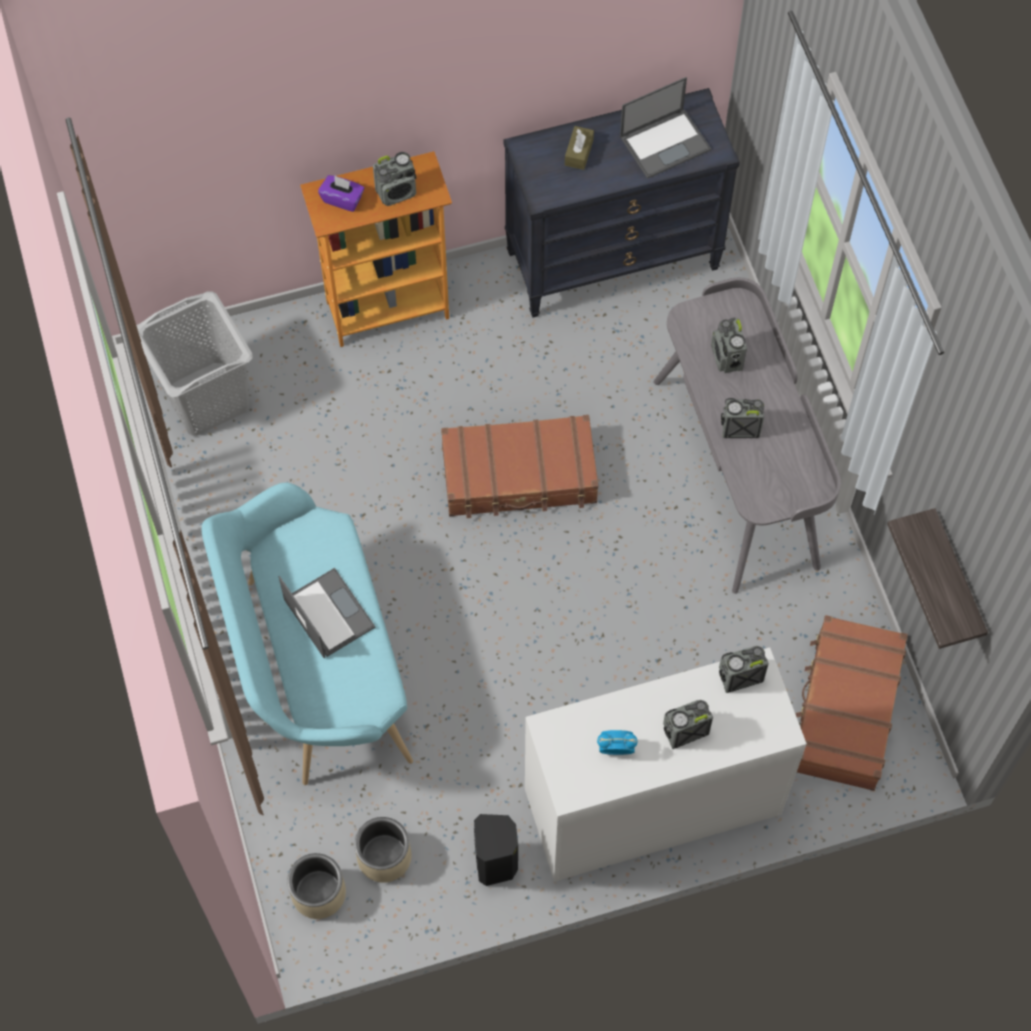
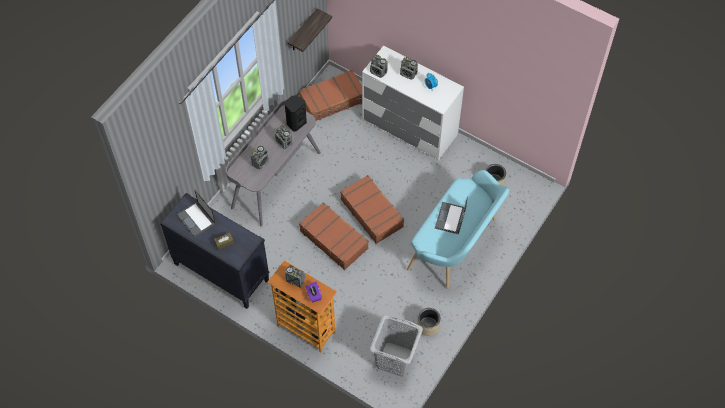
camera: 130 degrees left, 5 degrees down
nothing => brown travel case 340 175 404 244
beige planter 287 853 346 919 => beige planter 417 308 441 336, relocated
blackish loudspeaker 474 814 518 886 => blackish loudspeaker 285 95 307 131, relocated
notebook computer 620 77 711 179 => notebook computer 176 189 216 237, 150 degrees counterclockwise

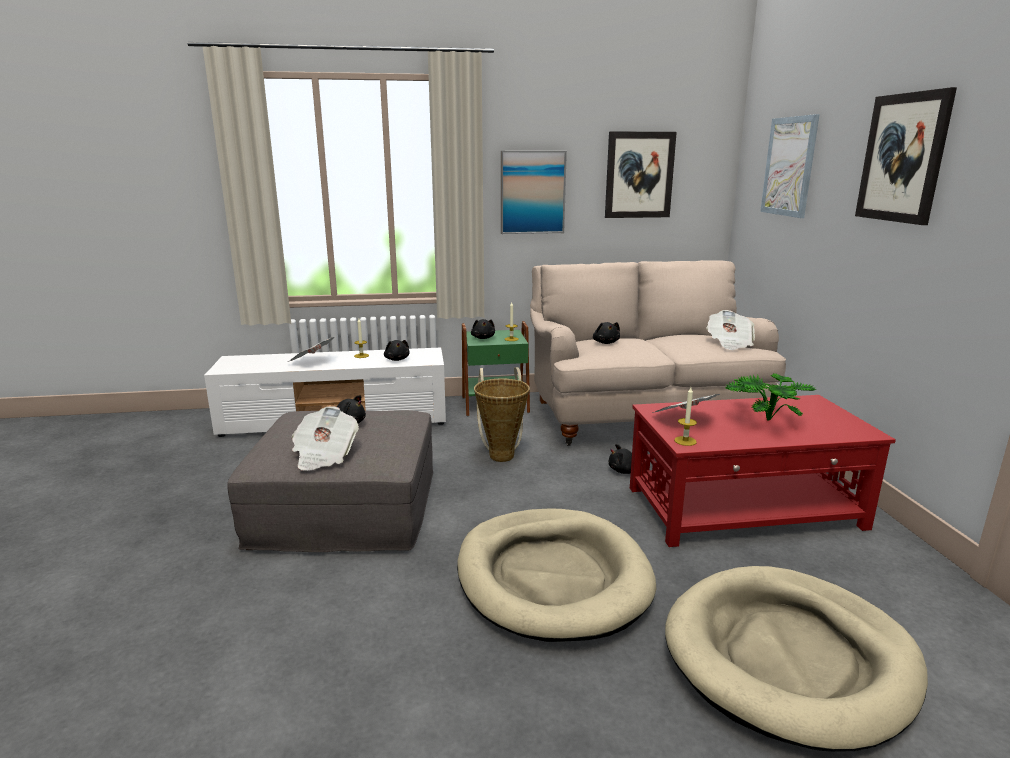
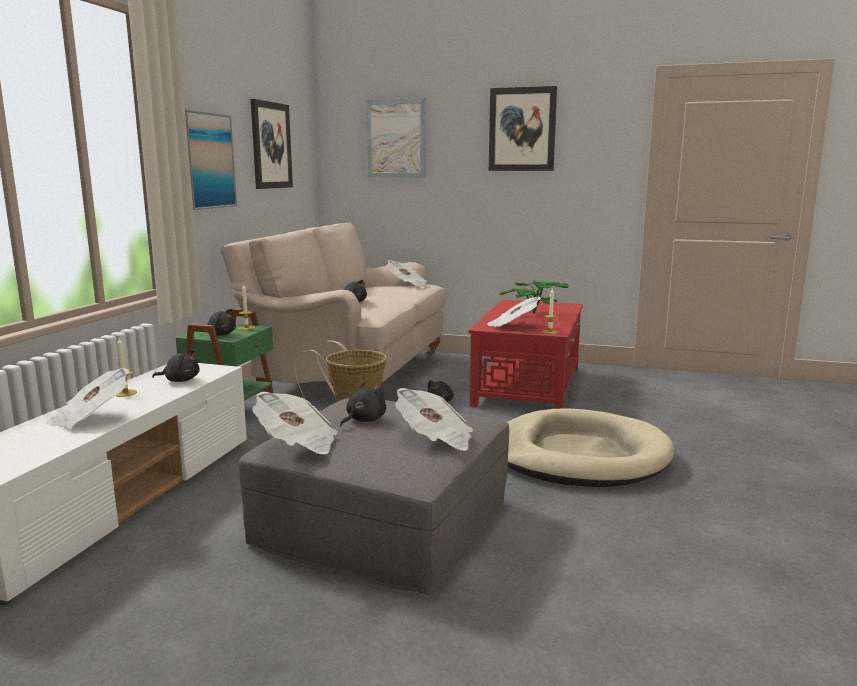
camera: 65 degrees left, 5 degrees down
beige pet bed 665 566 928 752 => nothing
nothing => printed paper 252 392 338 454

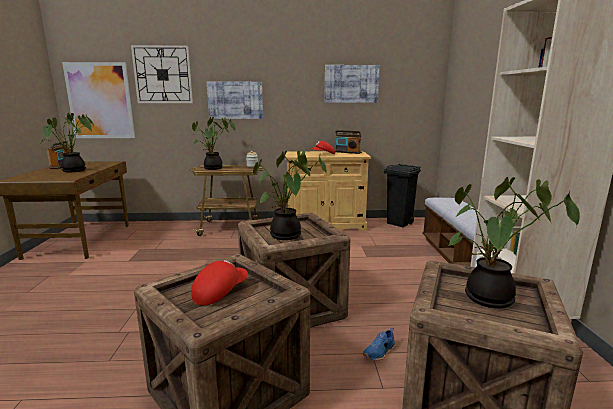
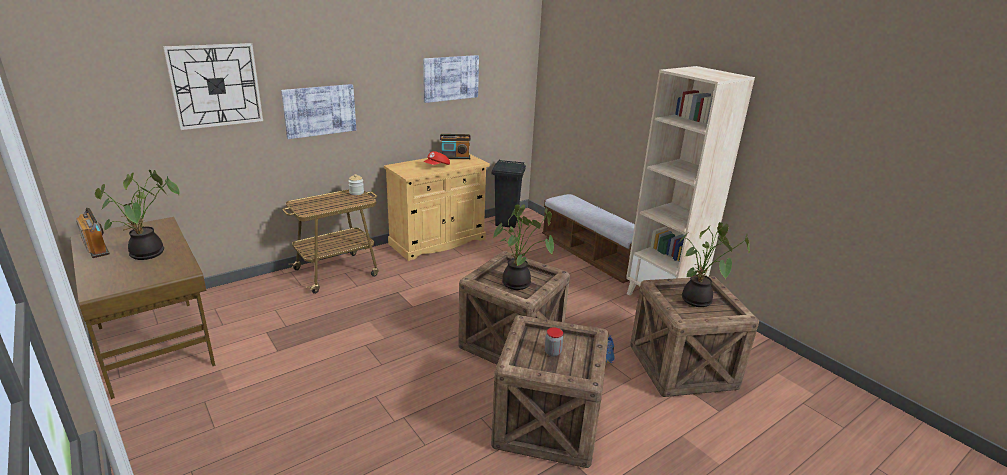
camera: 35 degrees left, 10 degrees up
wall art 62 62 135 138 => nothing
houseplant 192 117 236 170 => nothing
red-coloured baseball cap 191 260 248 306 => preserve jar 545 327 563 356

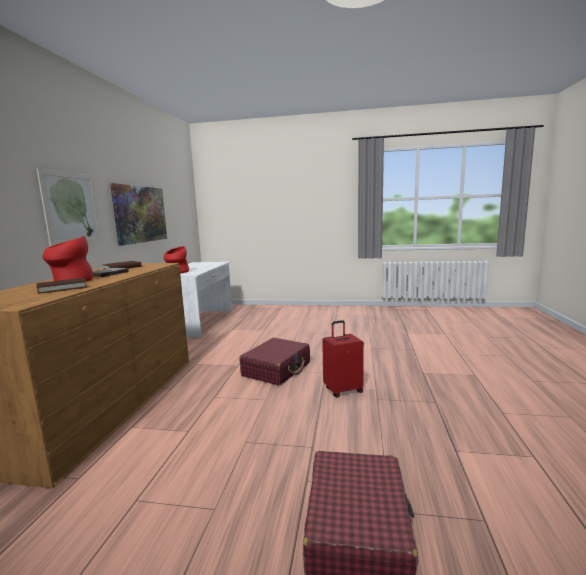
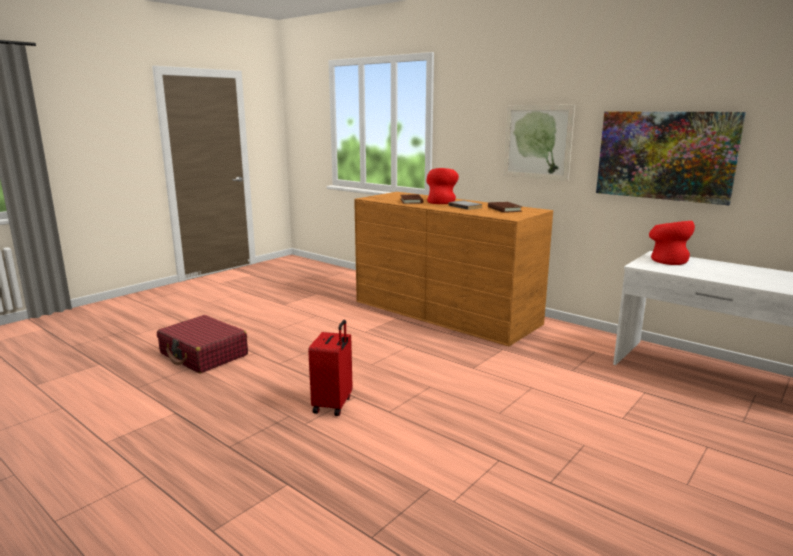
camera: 120 degrees right, 5 degrees up
red-coloured travel case 240 338 310 386 => nothing

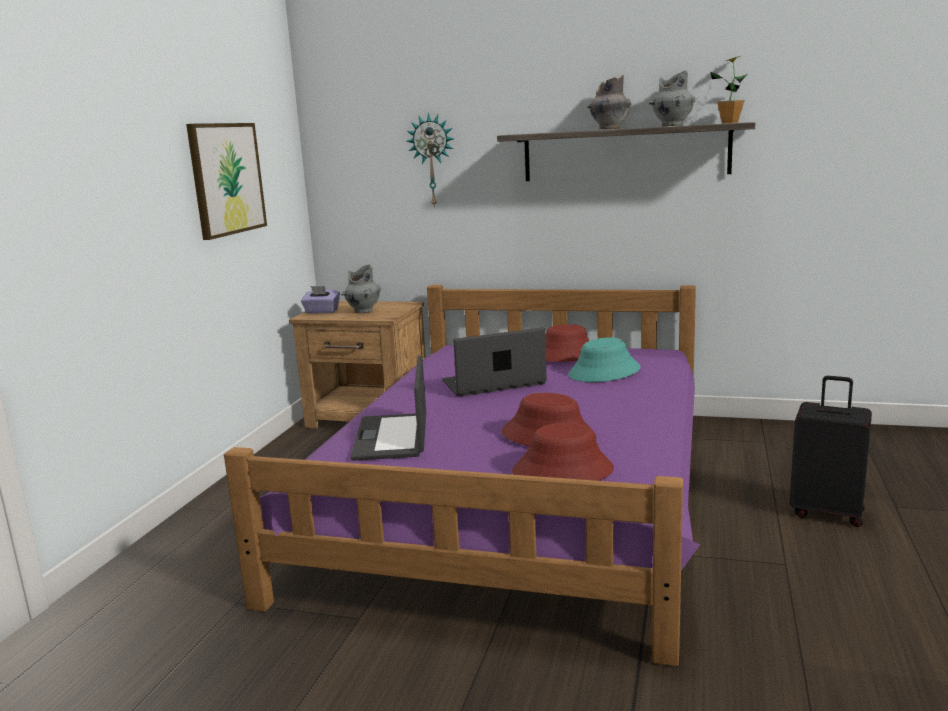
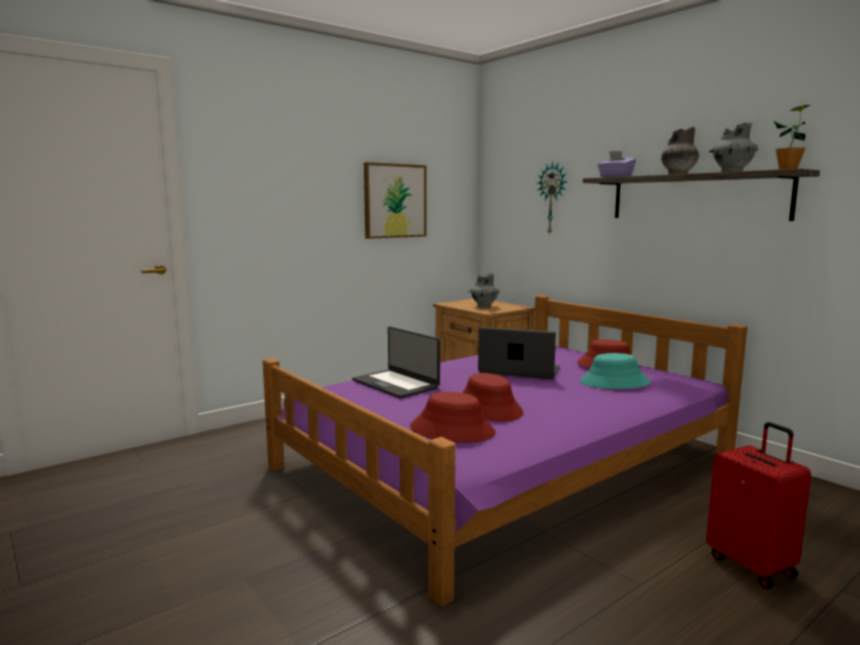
camera: 35 degrees right, 5 degrees down
purplish tissue holder 301 286 340 314 => purplish tissue holder 598 150 636 177, relocated
blackish travel case 790 376 872 527 => red-coloured travel case 706 422 811 589
notebook computer 350 355 426 461 => notebook computer 352 326 440 399, 75 degrees counterclockwise

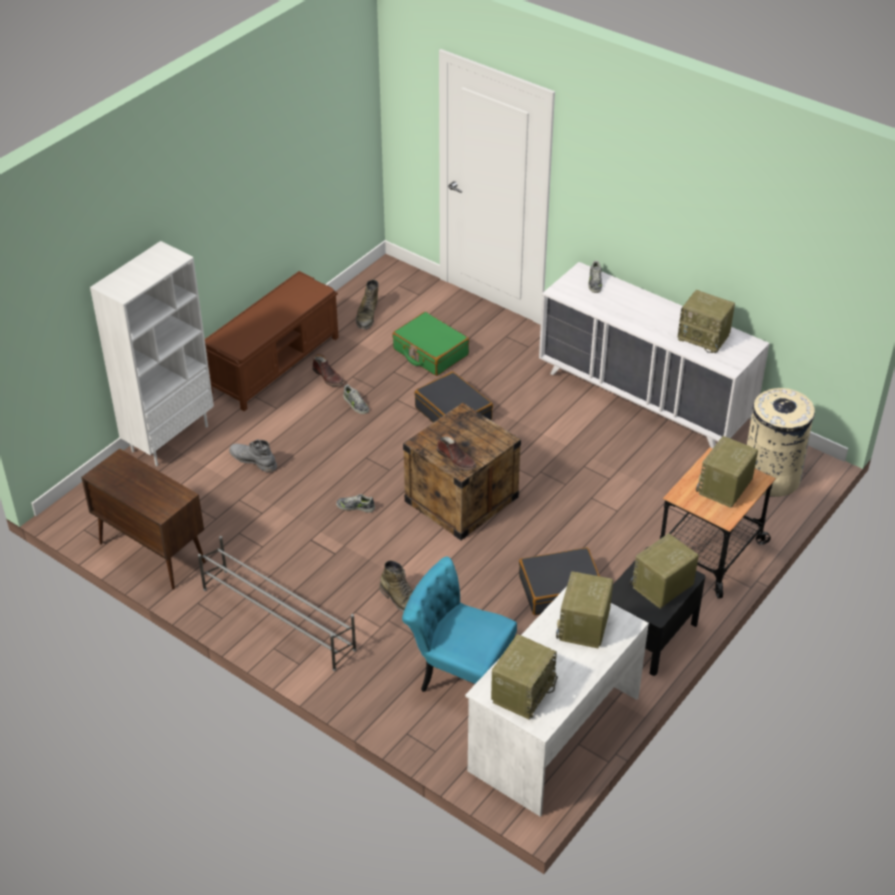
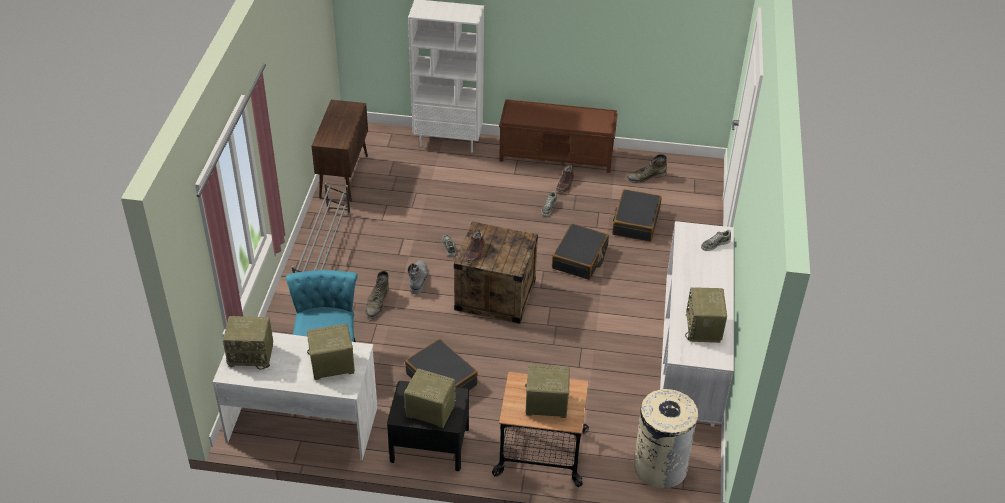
camera: 60 degrees right, 0 degrees up
grey tall boot 229 439 277 472 => grey tall boot 408 260 429 294, relocated
green-coloured travel case 392 312 469 376 => blackish travel case 612 189 662 242

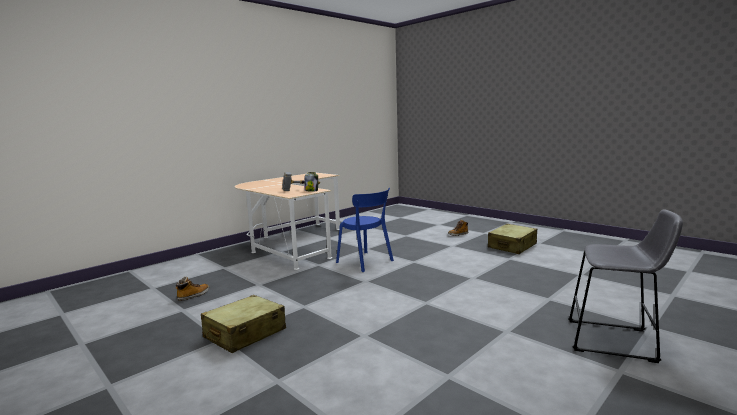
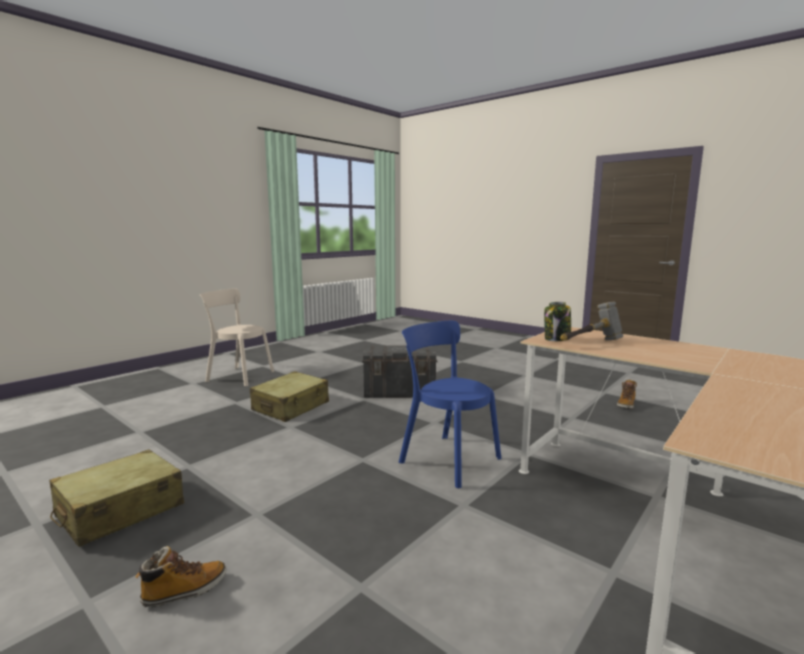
camera: 175 degrees right, 0 degrees up
nothing => grey storage container 362 345 438 398
beige travel case 201 295 286 353 => beige travel case 250 371 329 422, relocated
grey sitting stool 568 209 683 363 => beige upright chair 200 288 274 386

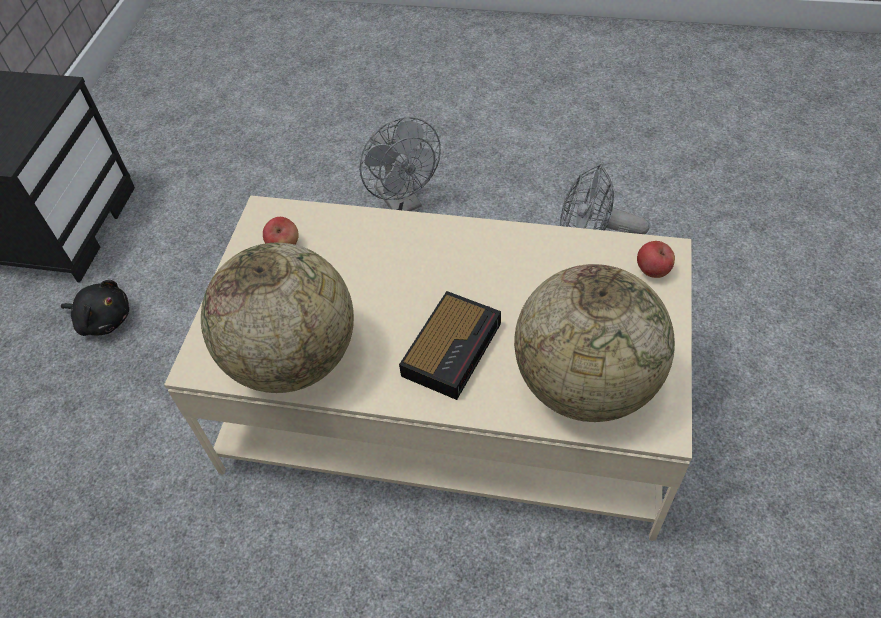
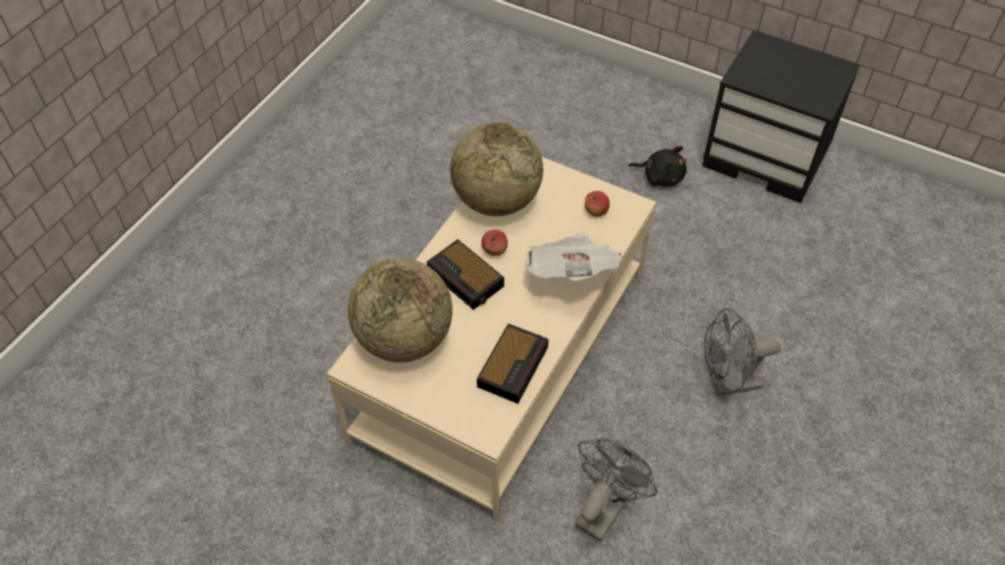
camera: 105 degrees right, 0 degrees up
nothing => table clock 477 323 549 404
nothing => printed paper 525 233 622 281
apple fruit 637 241 675 278 => apple fruit 481 230 508 256, relocated
blackish plush toy 61 280 129 336 => blackish plush toy 628 146 687 187, 105 degrees counterclockwise

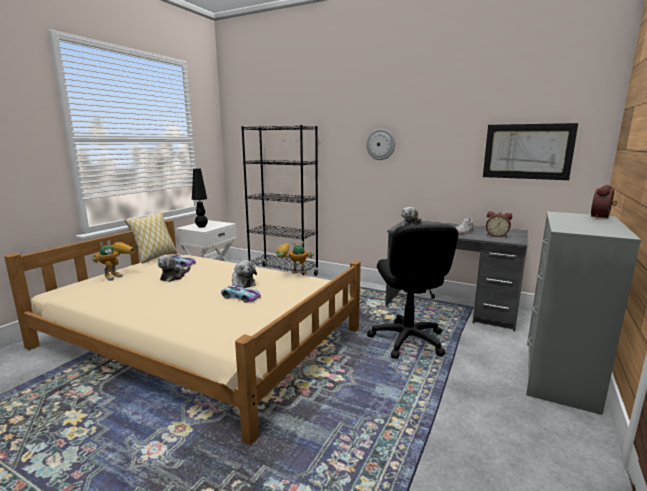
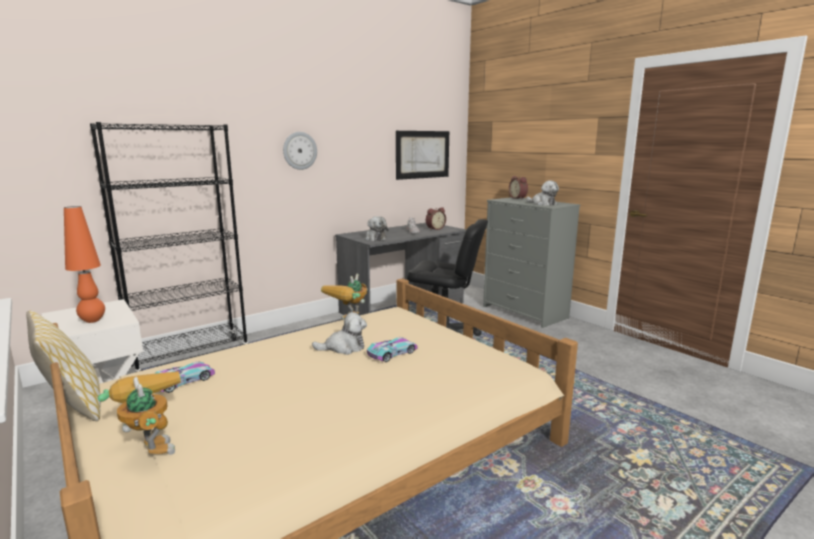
camera: 65 degrees left, 0 degrees up
plush toy 158 255 190 282 => plush toy 526 180 559 206, relocated
blackish lamp for a table 192 168 208 228 => orangey lamp for a table 64 206 105 323

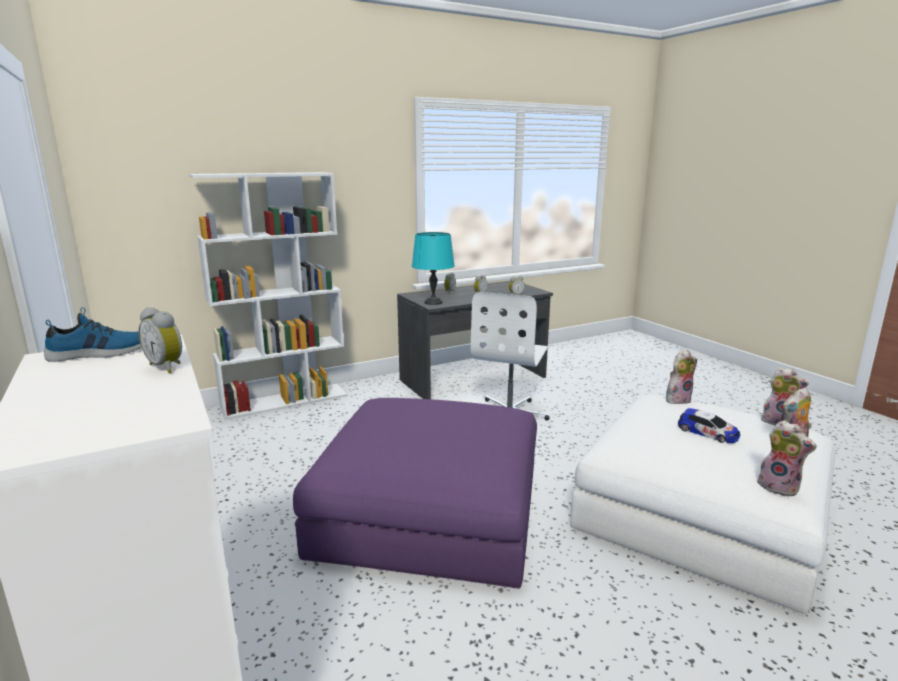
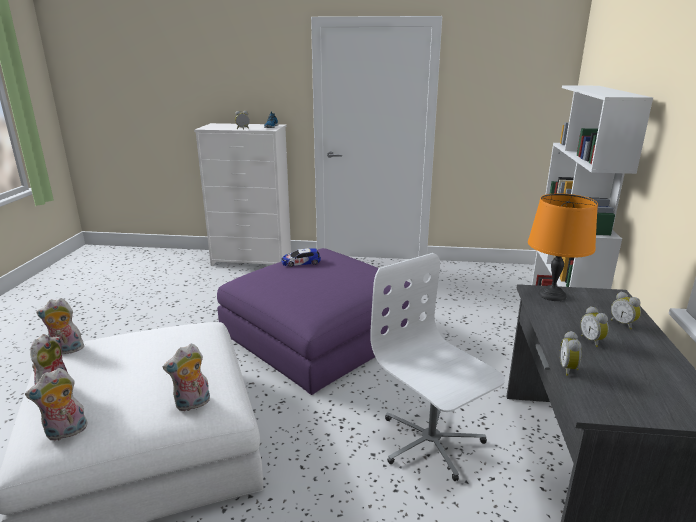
camera: 125 degrees right, 5 degrees up
toy car 678 408 740 443 => toy car 281 248 321 267, relocated
turquoise-coloured lamp for a table 412 232 455 305 => orangey lamp for a table 528 193 598 301
plush toy 666 350 697 404 => plush toy 163 343 210 411, 45 degrees clockwise

